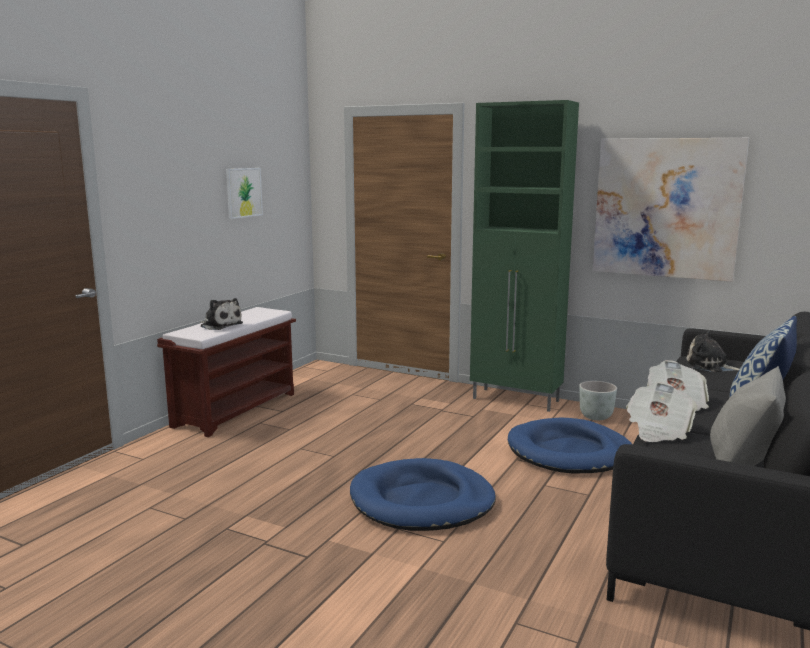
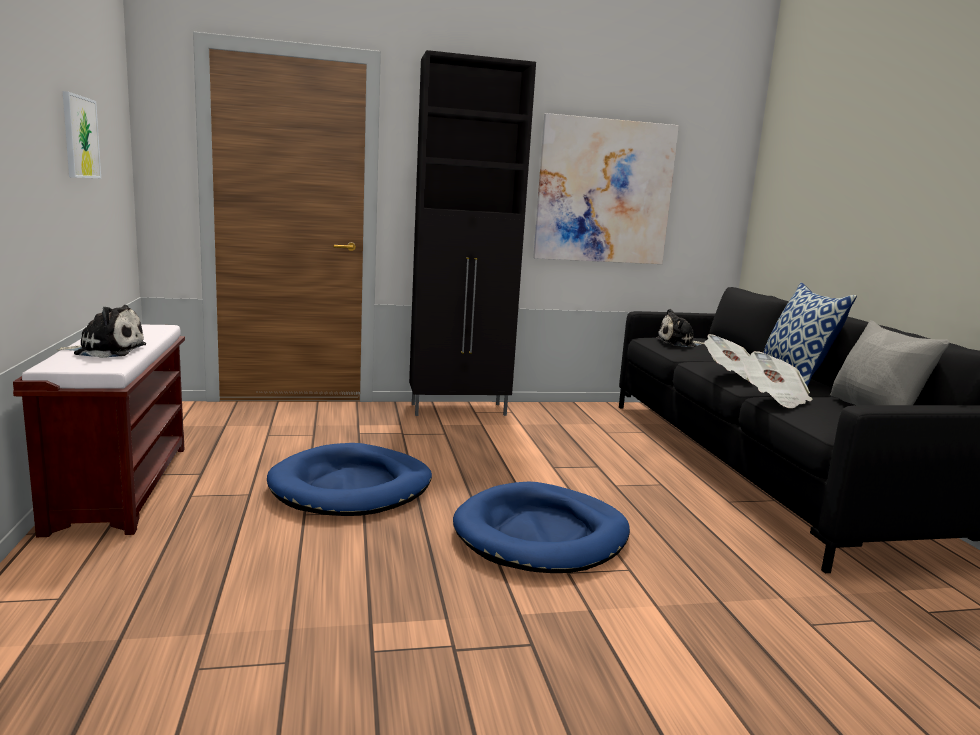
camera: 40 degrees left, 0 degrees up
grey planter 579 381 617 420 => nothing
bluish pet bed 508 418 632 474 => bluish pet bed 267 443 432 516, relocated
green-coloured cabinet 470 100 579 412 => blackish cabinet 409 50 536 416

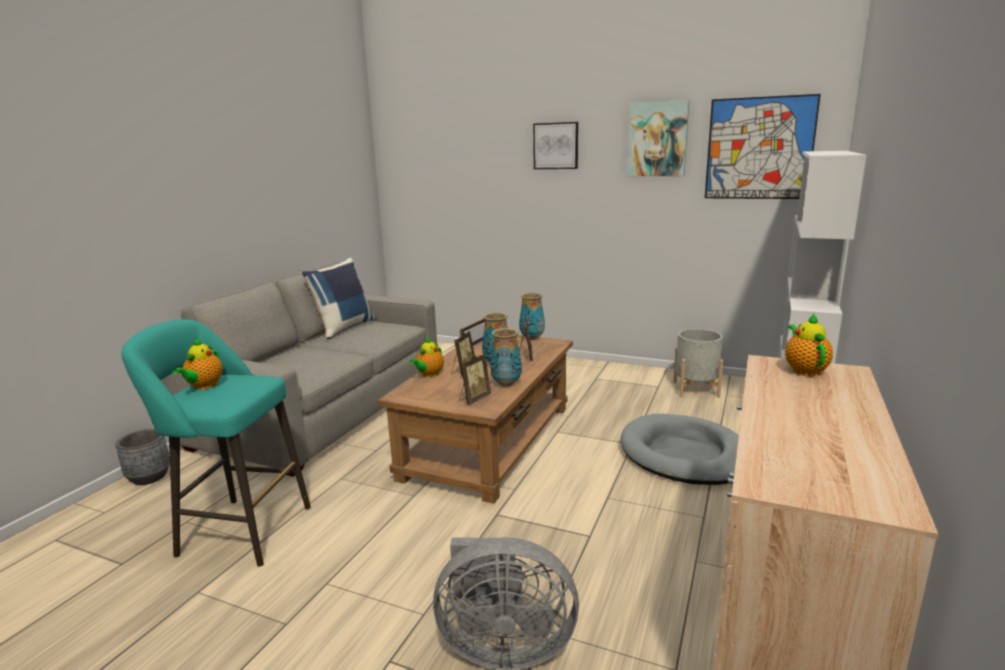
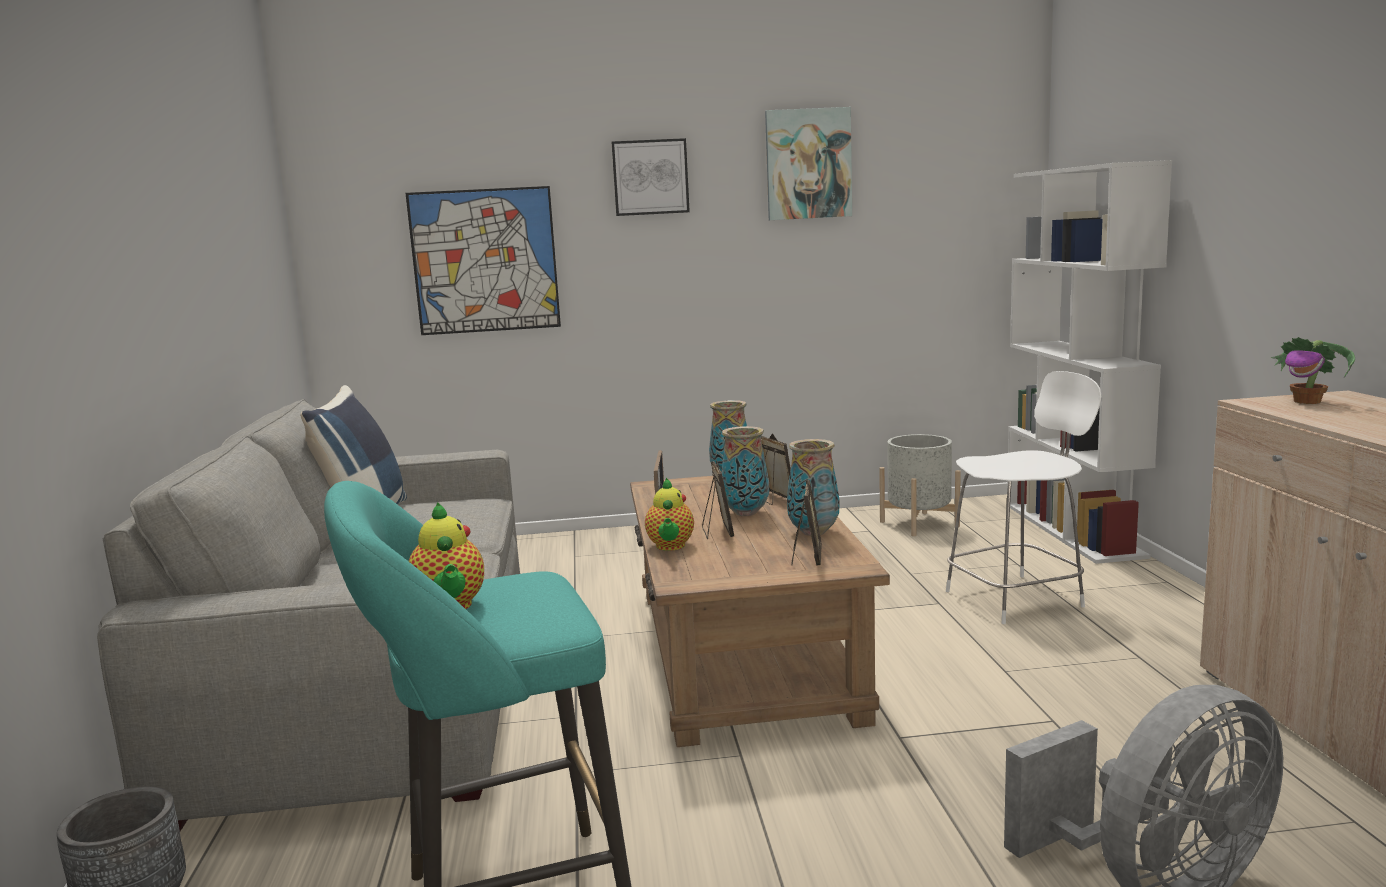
camera: 30 degrees left, 5 degrees down
wall art 705 94 821 199 => wall art 405 186 561 335, relocated
grey pet bed 621 414 739 485 => white sitting stool 946 371 1101 624
pot for tea 785 313 833 376 => houseplant 1270 337 1355 404

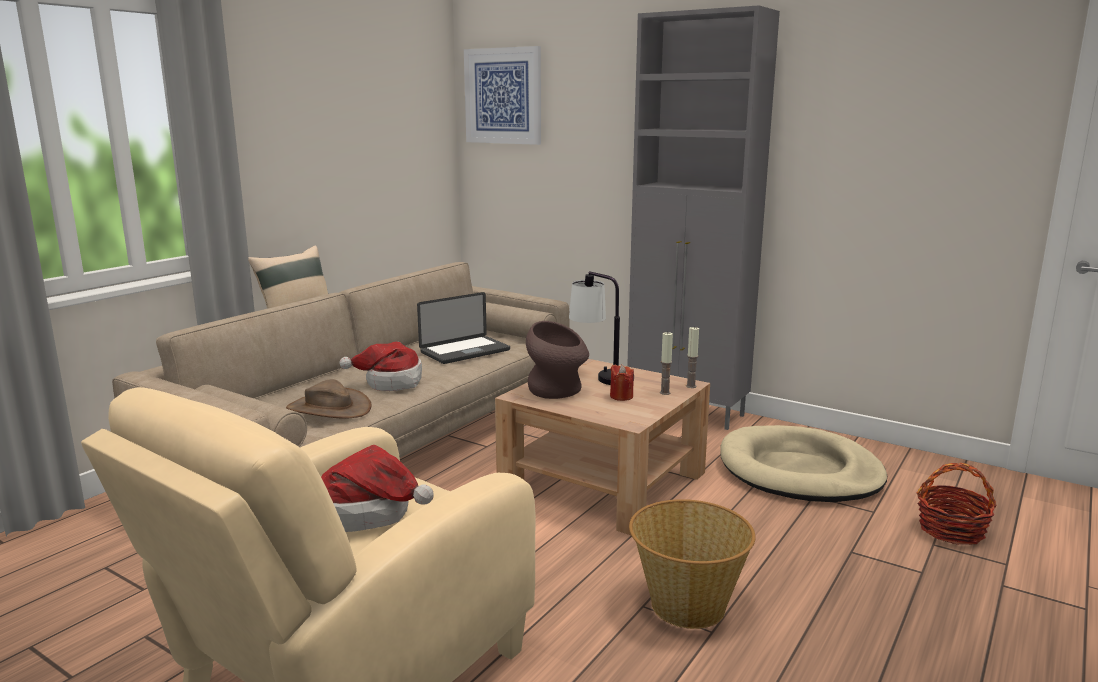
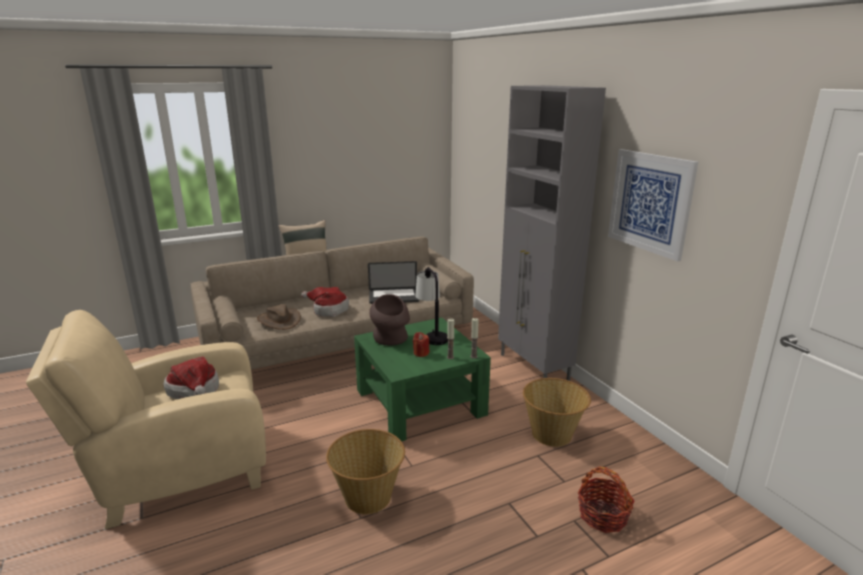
camera: 30 degrees right, 5 degrees up
wall art 464 46 541 145 => wall art 608 149 698 262, relocated
beige pet bed 720 425 887 502 => storage basket 523 378 591 447
brown low table 495 359 710 535 => green-coloured low table 354 317 491 441

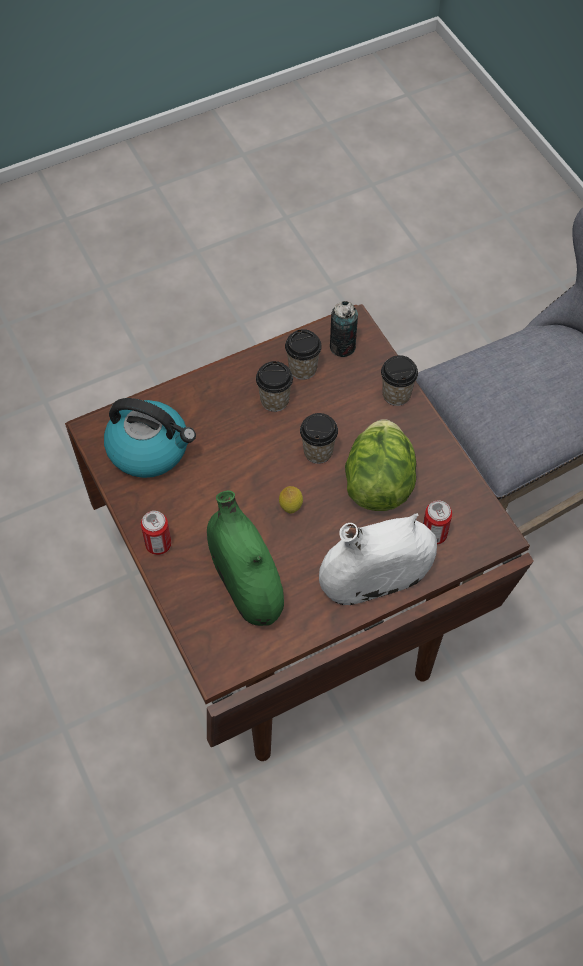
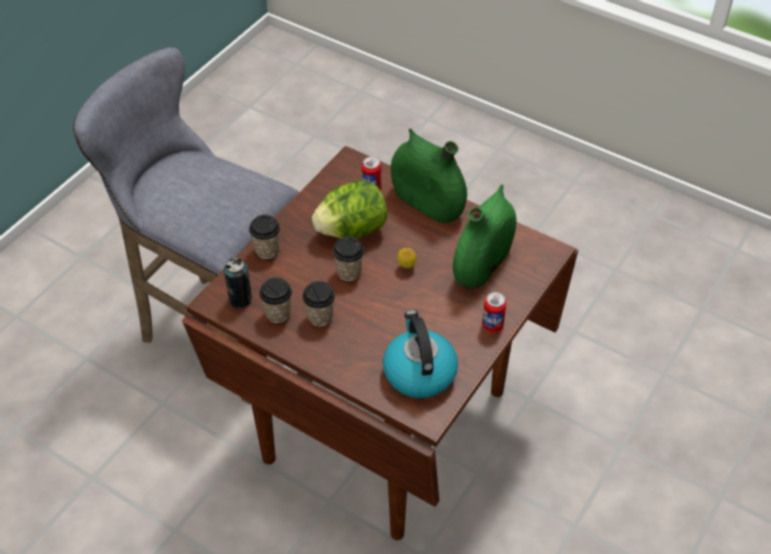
camera: 120 degrees left, 10 degrees down
white vase 319 513 437 605 => green-coloured vase 391 128 467 223

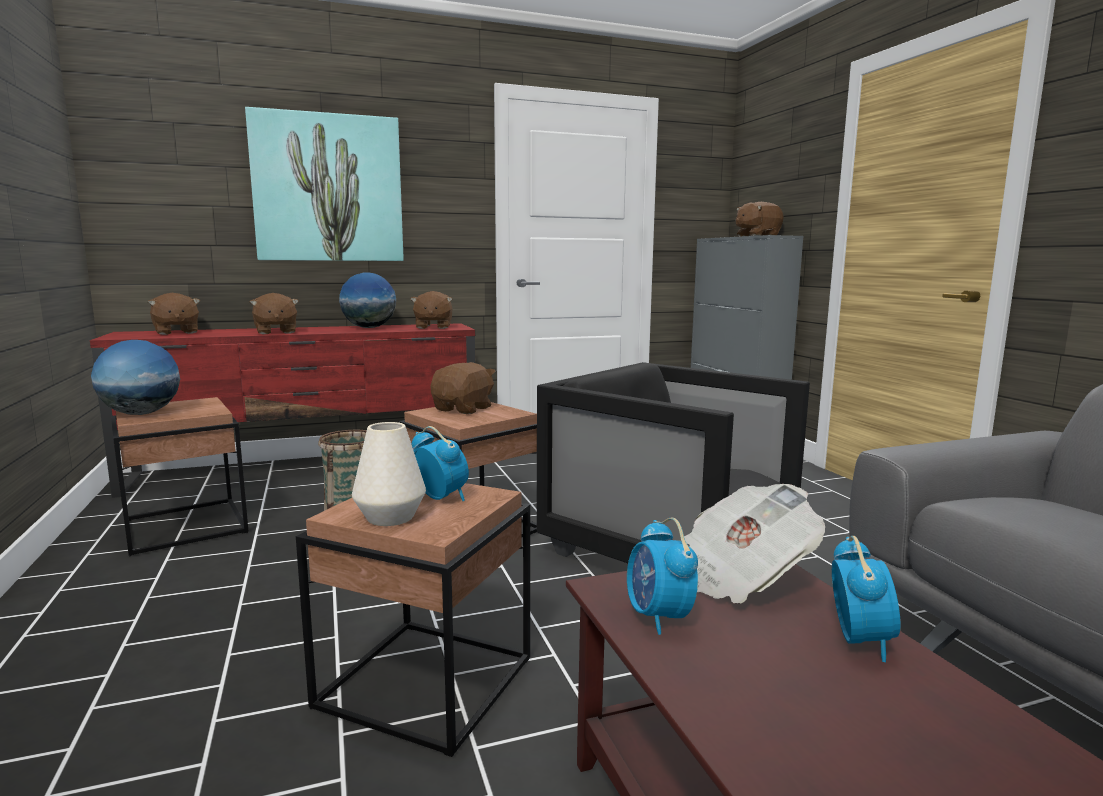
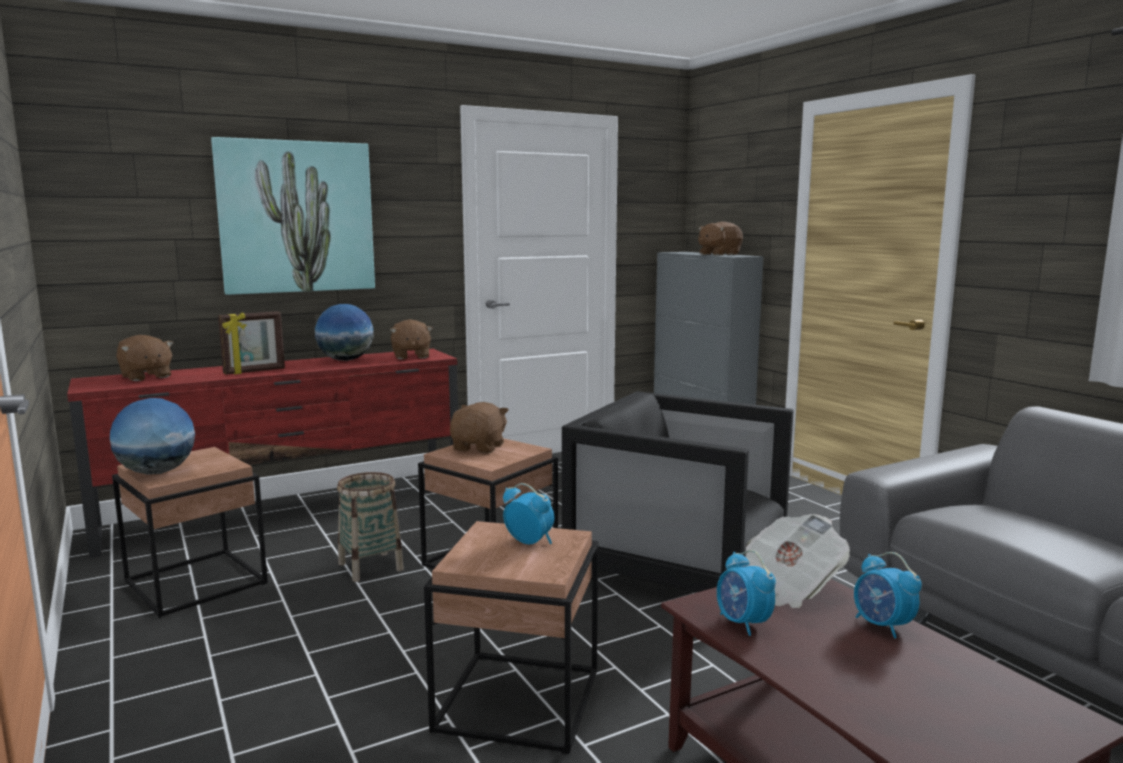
camera: 10 degrees left, 0 degrees up
white vase 352 422 426 526 => nothing
brown plush toy 250 293 299 334 => picture frame 218 311 285 375
table clock 832 536 900 662 => table clock 854 552 922 638, 150 degrees clockwise

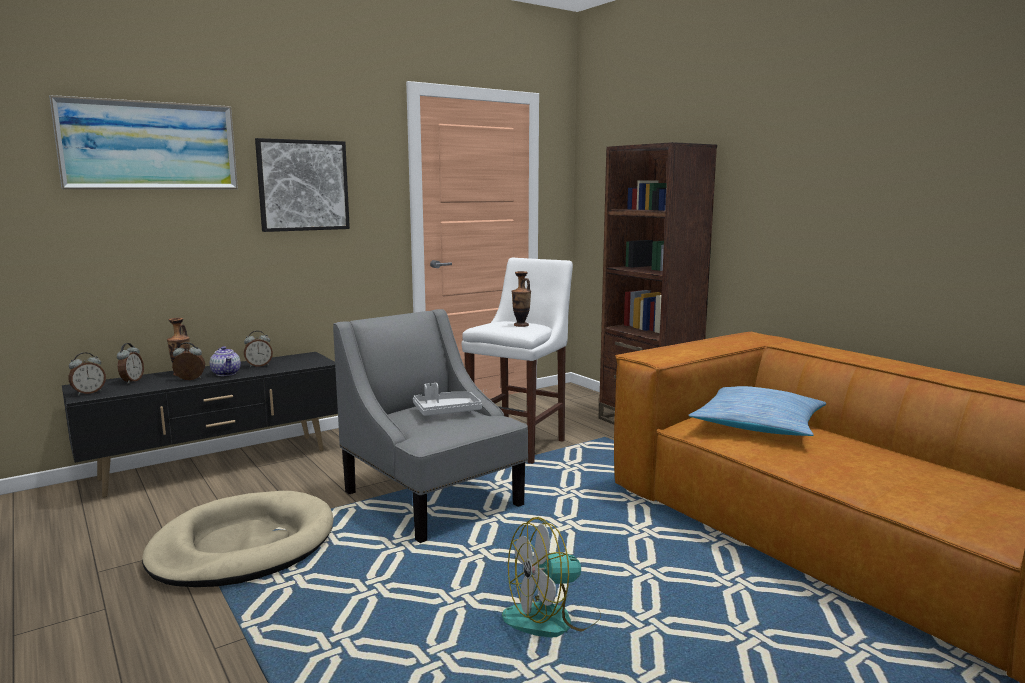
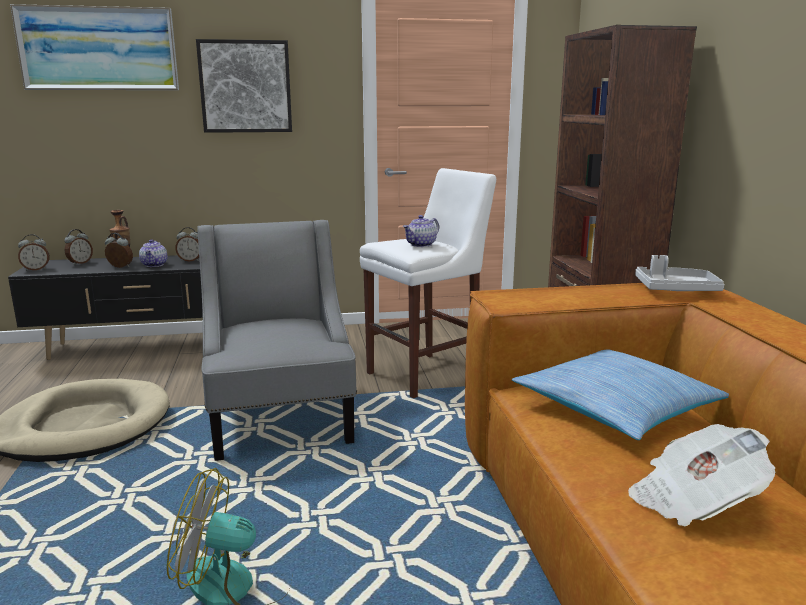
camera: 25 degrees right, 5 degrees up
nothing => printed paper 628 424 775 527
grey serving tray 413 383 482 416 => grey serving tray 635 255 724 291, relocated
vase 512 271 531 327 => pot for tea 403 215 439 247

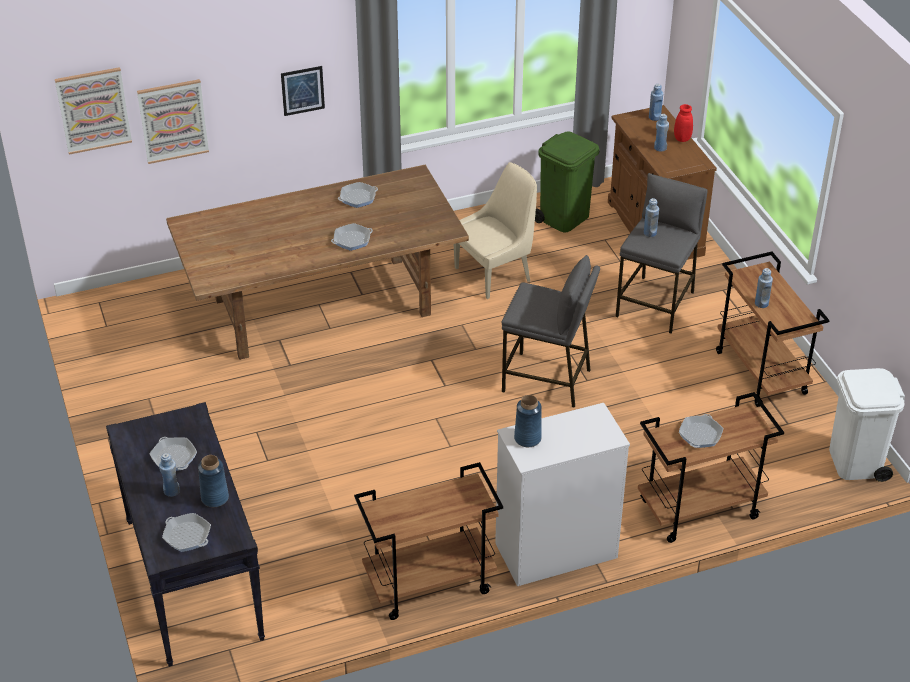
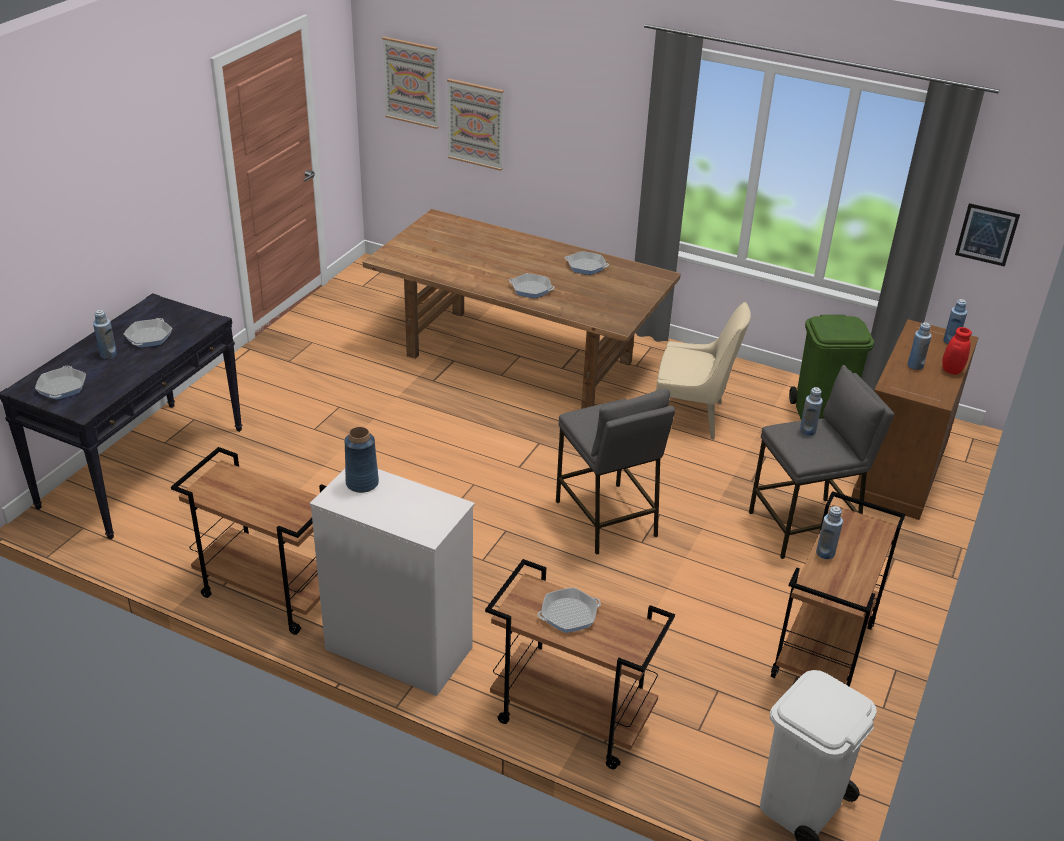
camera: 45 degrees right, 5 degrees down
bluish vase 198 455 229 507 => nothing
wall art 281 66 325 116 => wall art 955 203 1020 267, relocated

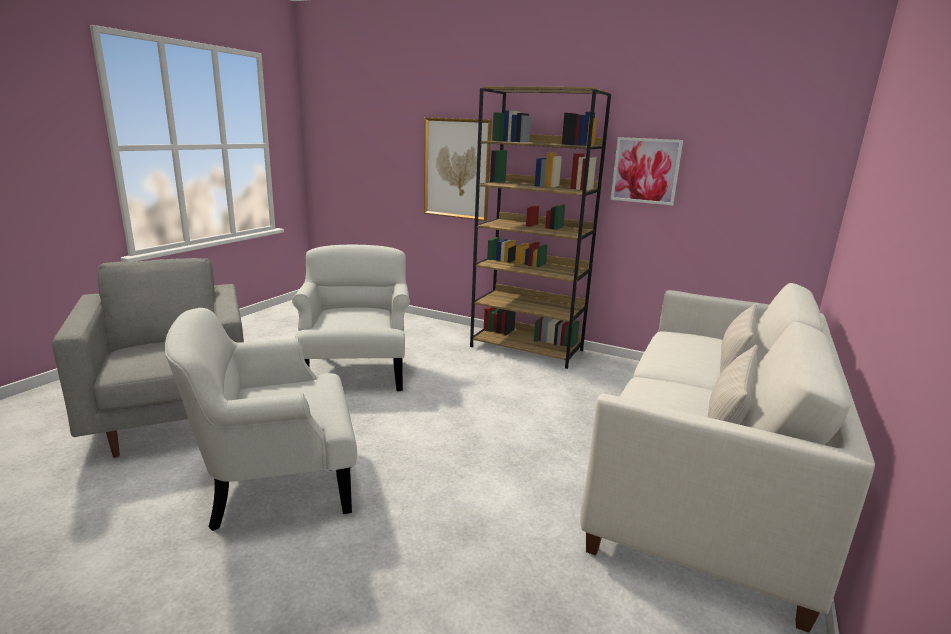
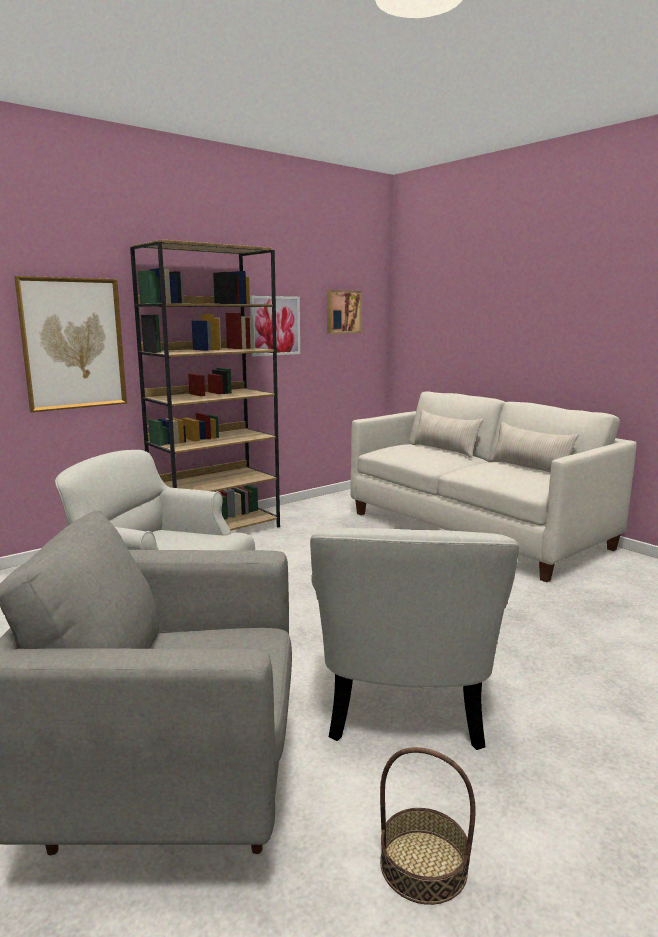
camera: 65 degrees left, 5 degrees down
nothing => wall art 327 290 362 334
nothing => storage basket 380 747 476 905

